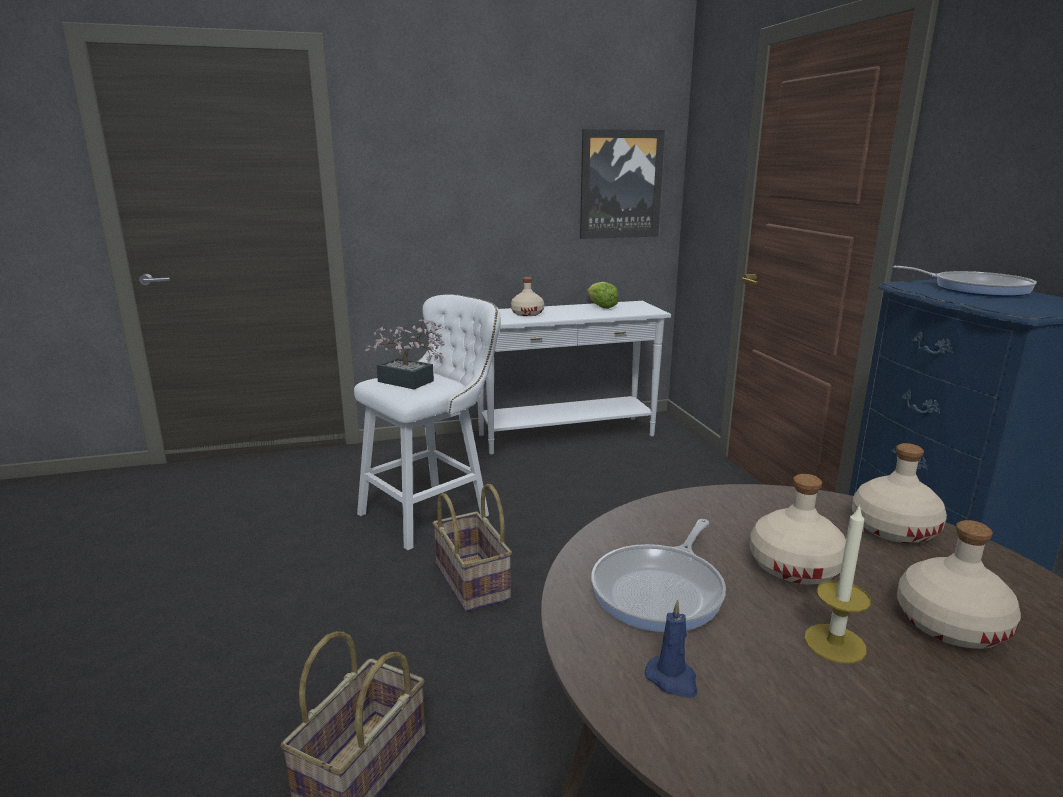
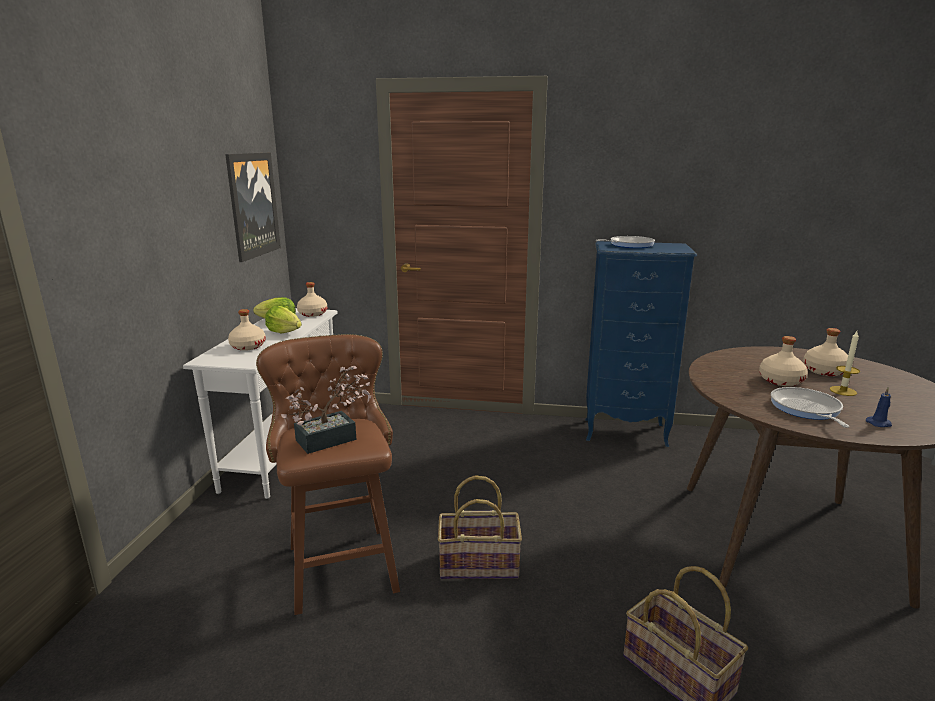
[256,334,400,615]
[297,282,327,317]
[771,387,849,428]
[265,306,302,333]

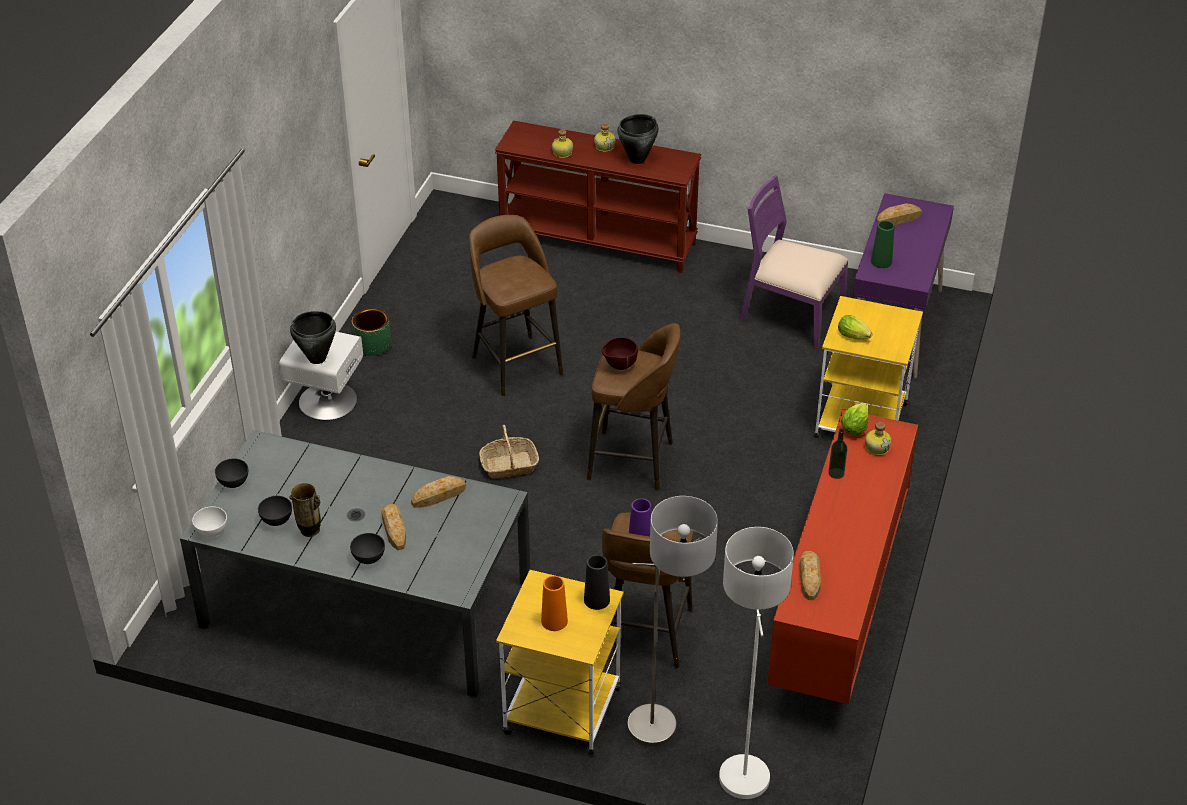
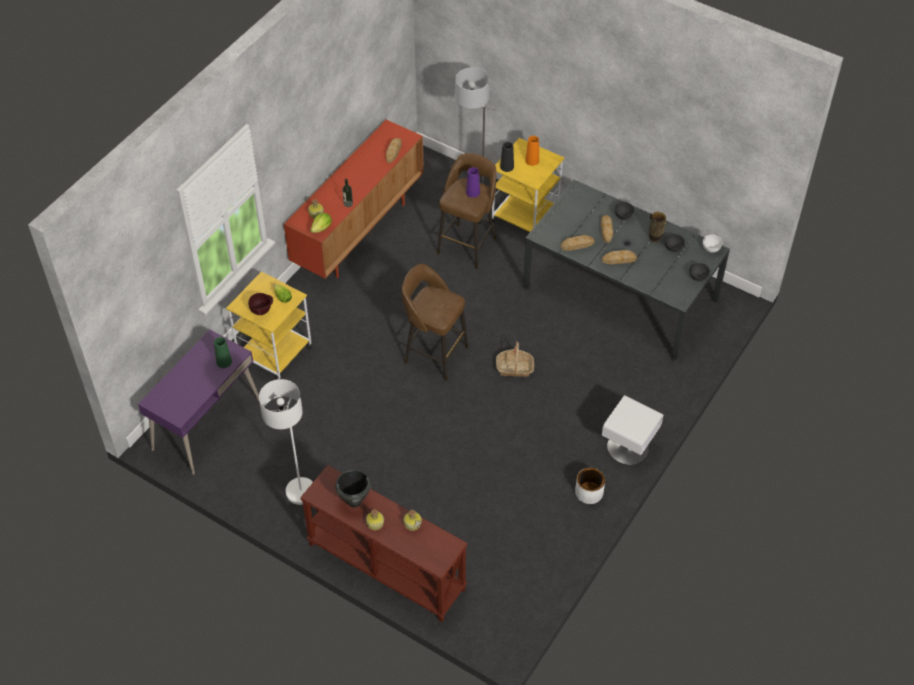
[739,175,848,349] (first image)
[602,250,637,264]
[469,215,563,396] (first image)
[575,468,605,504]
[290,311,336,364] (first image)
[248,293,273,315]
[259,379,313,505]

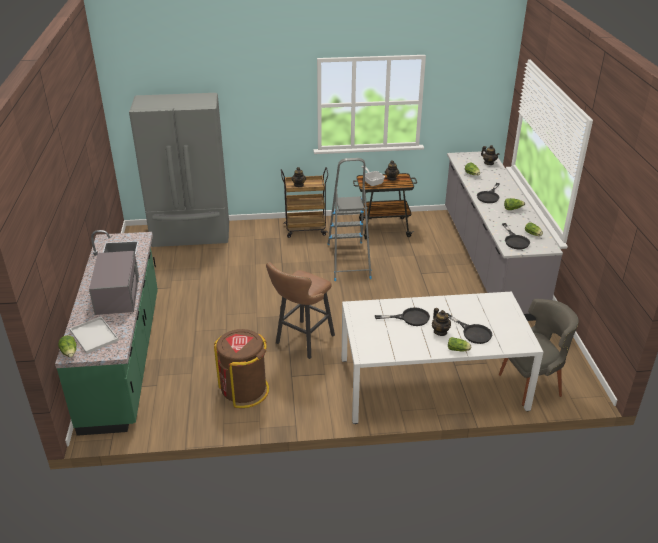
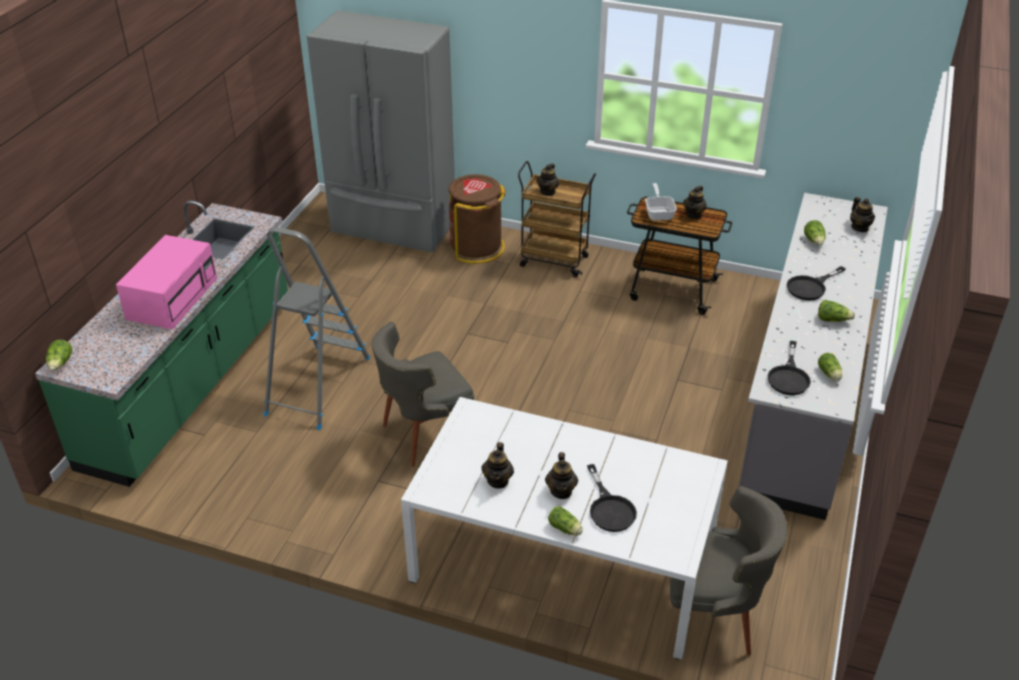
[264,227,370,430]
[116,235,217,330]
[371,321,474,467]
[375,307,430,326] (first image)
[70,317,119,354] (first image)
[449,174,506,264]
[481,442,514,489]

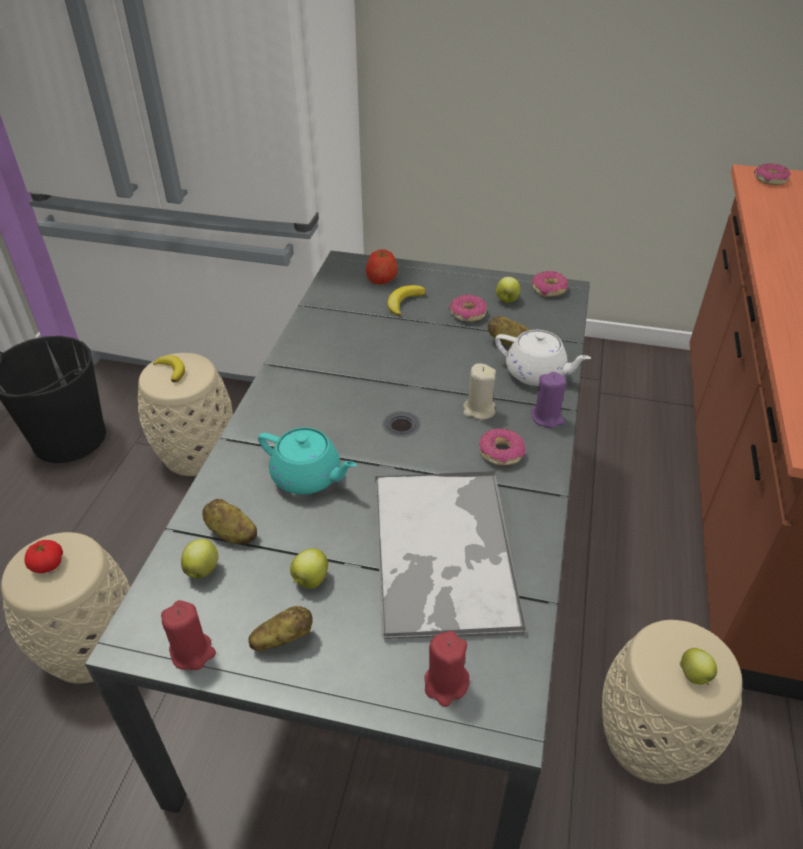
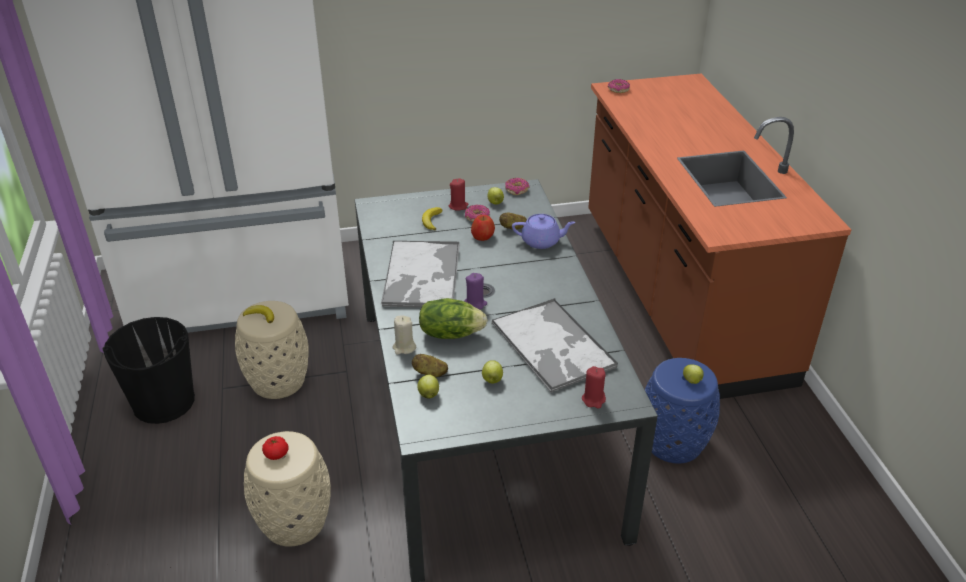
[471,215,495,241]
[512,214,575,249]
[393,315,416,355]
[464,273,487,310]
[419,298,488,339]
[479,428,525,465] (first image)
[449,179,468,211]
[249,606,313,651] (first image)
[645,358,720,464]
[381,240,460,308]

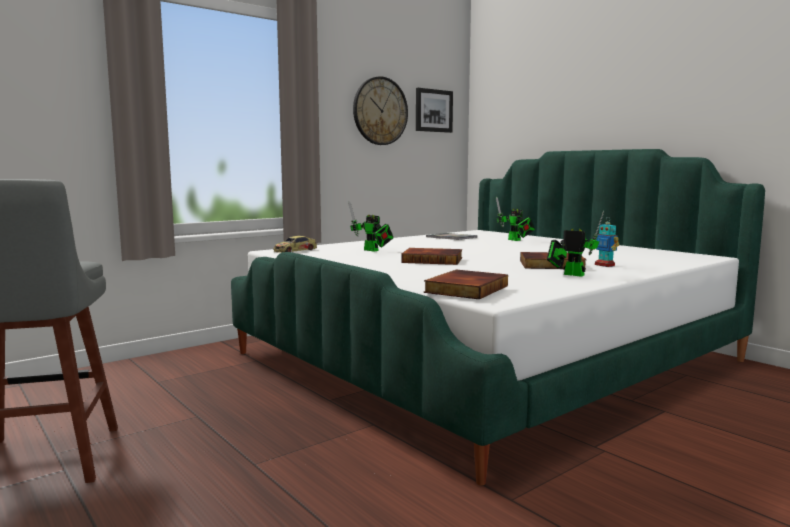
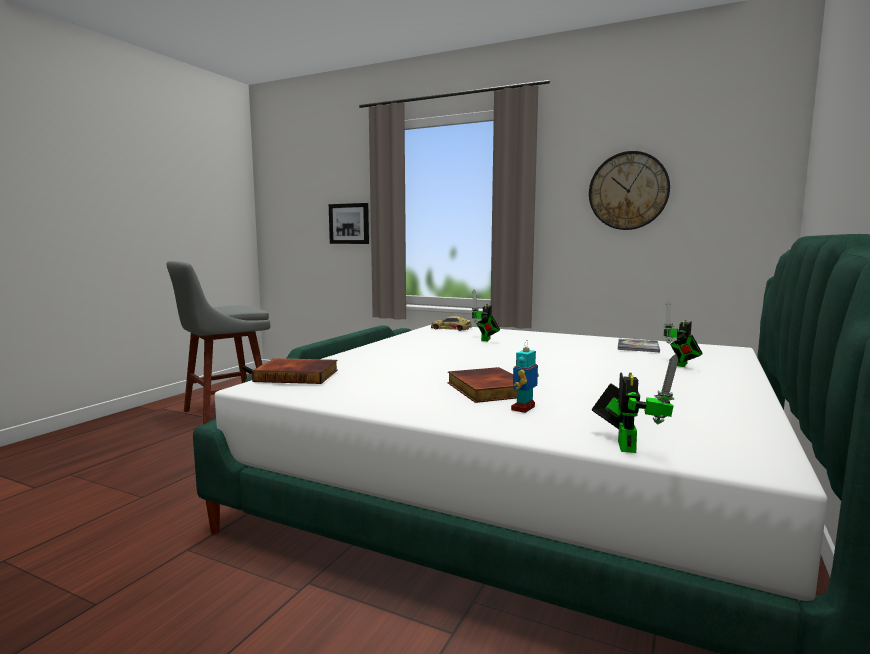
[329,203,369,244]
[592,354,679,453]
[401,248,462,265] (first image)

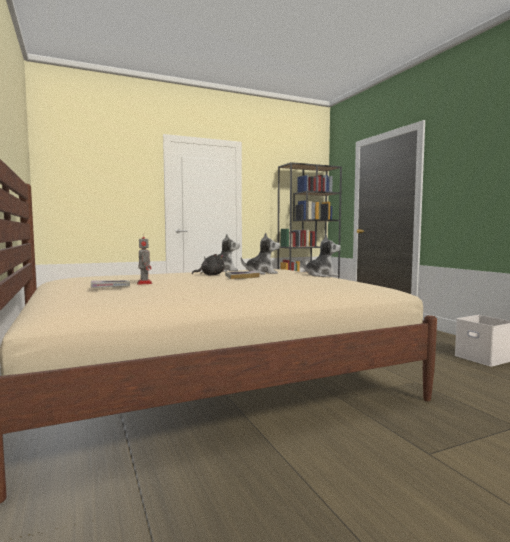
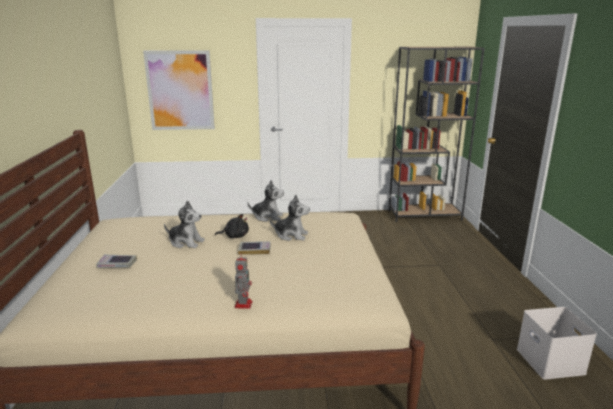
[235,254,252,309]
[164,200,205,248]
[143,50,215,130]

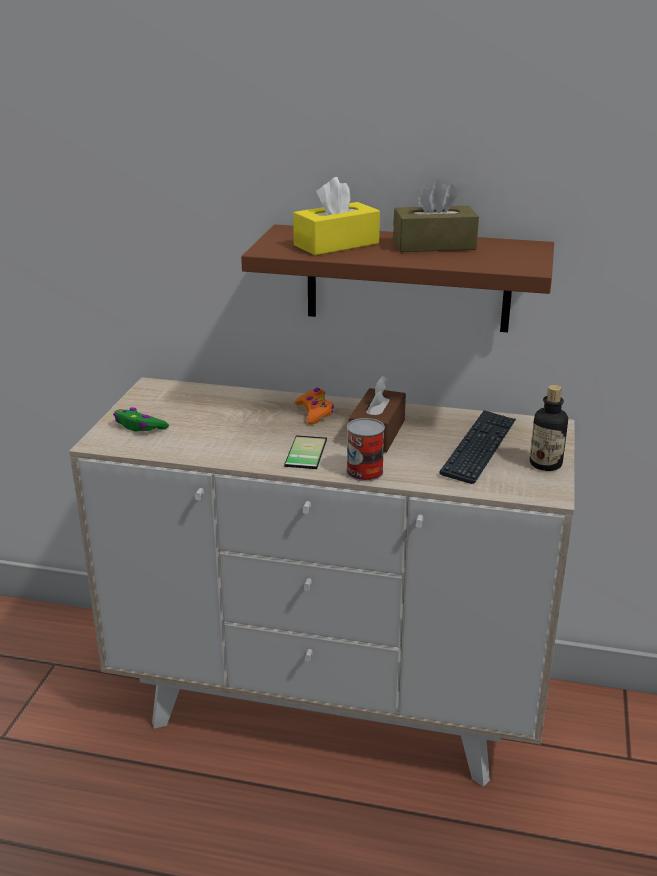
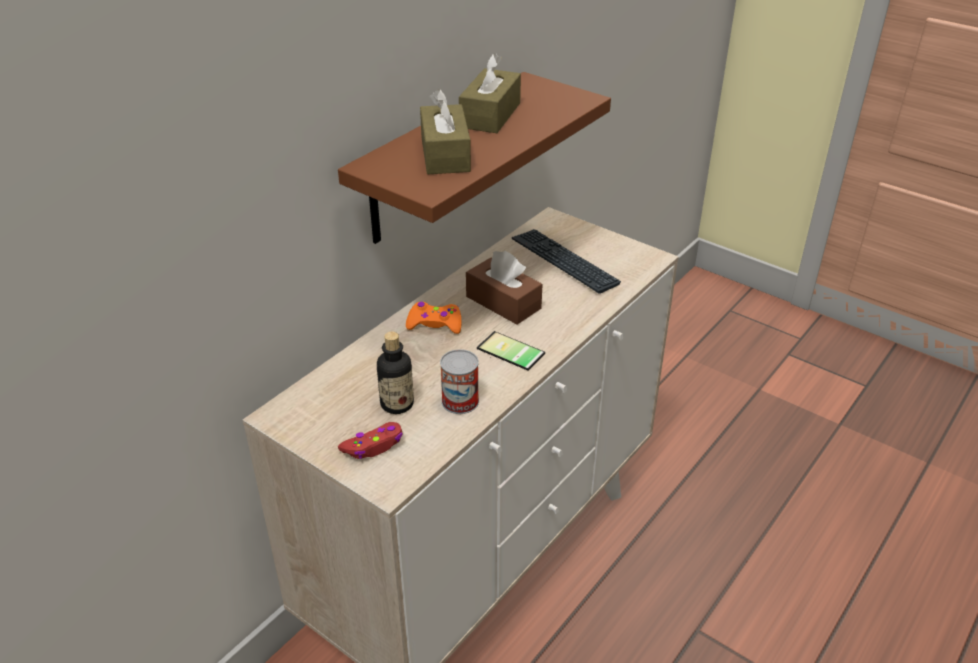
[420,89,471,174]
[377,331,414,414]
[338,422,402,459]
[440,349,479,414]

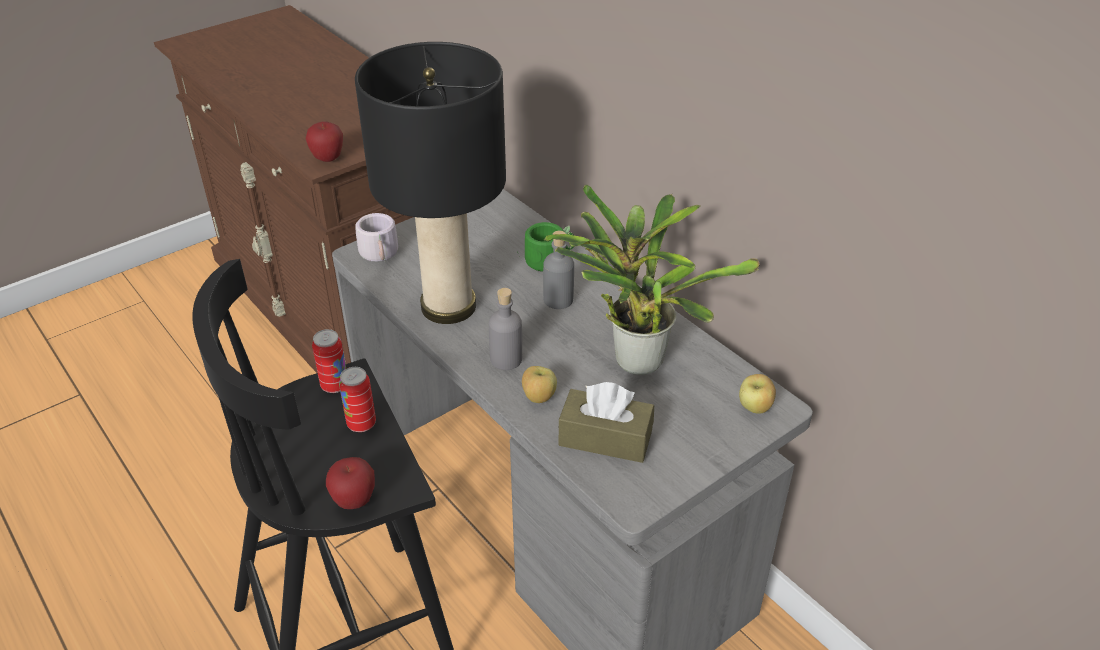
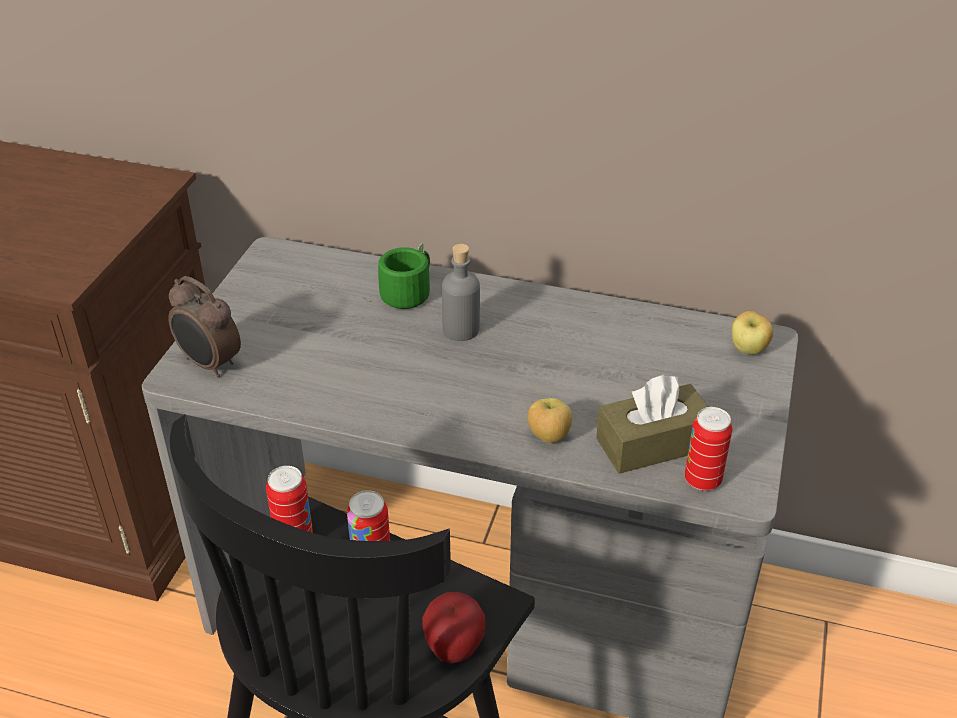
[355,42,506,324] (first image)
[306,122,343,162] (first image)
[544,185,760,375] (first image)
[168,276,241,378]
[489,288,522,370] (first image)
[685,407,732,491]

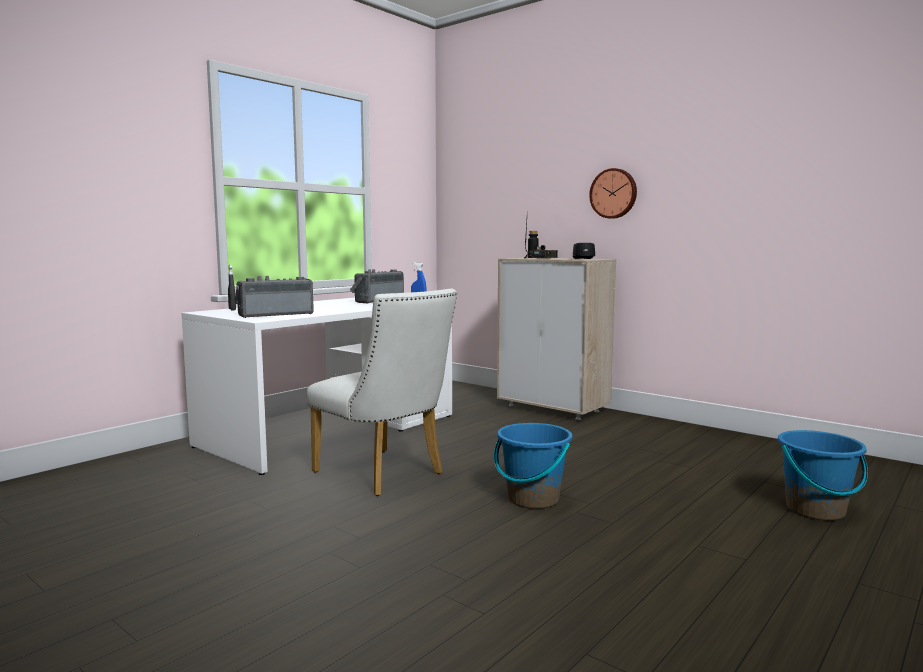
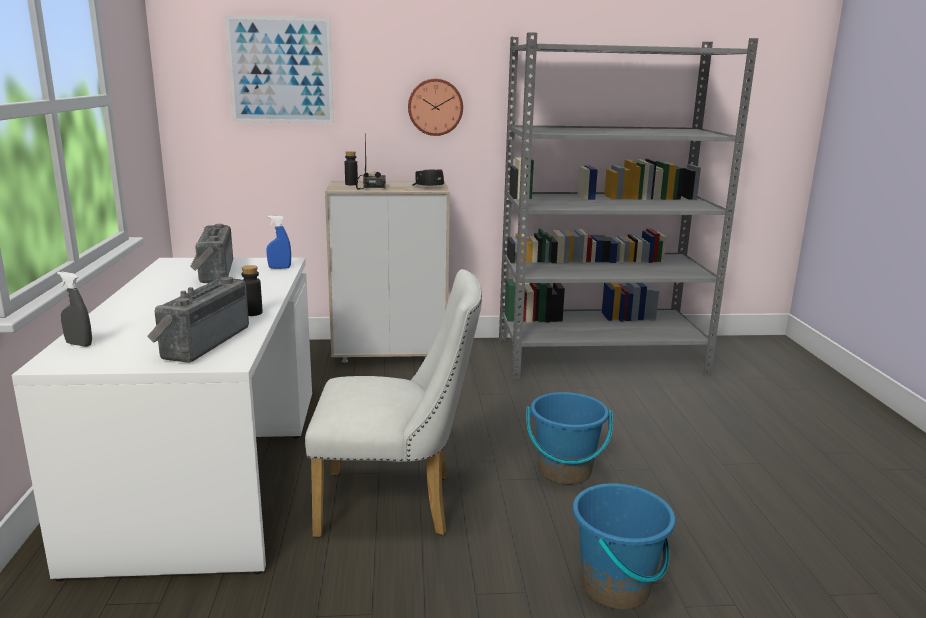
[573,483,675,610]
[225,15,334,123]
[499,32,758,378]
[241,265,263,316]

